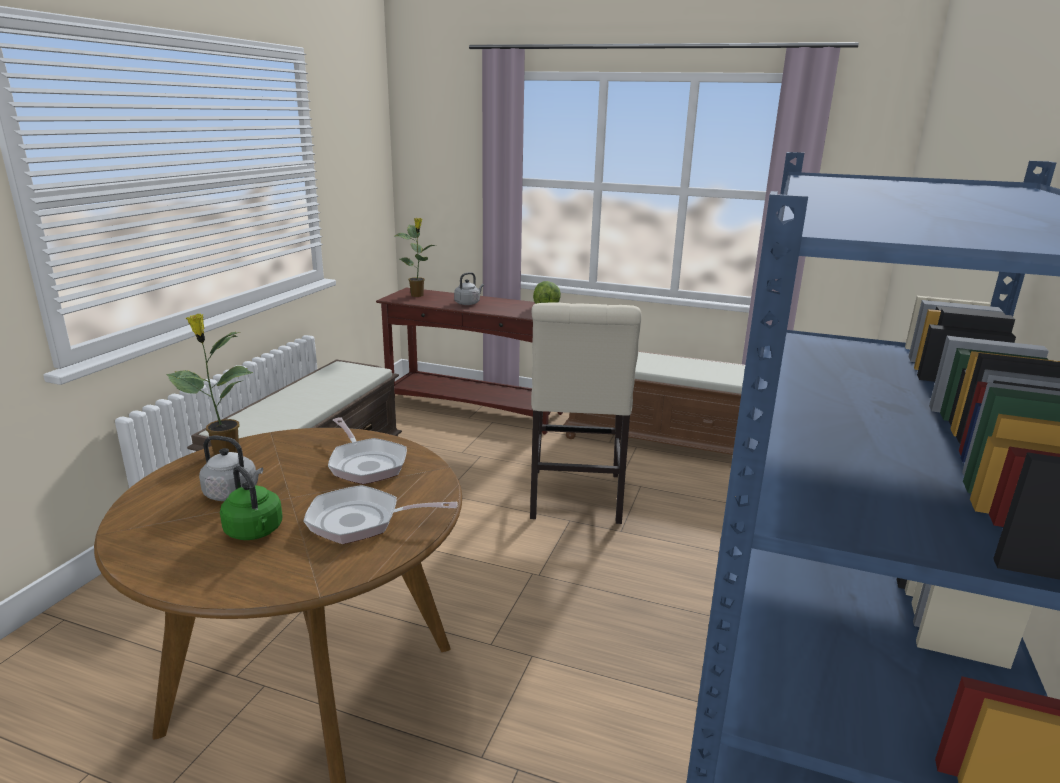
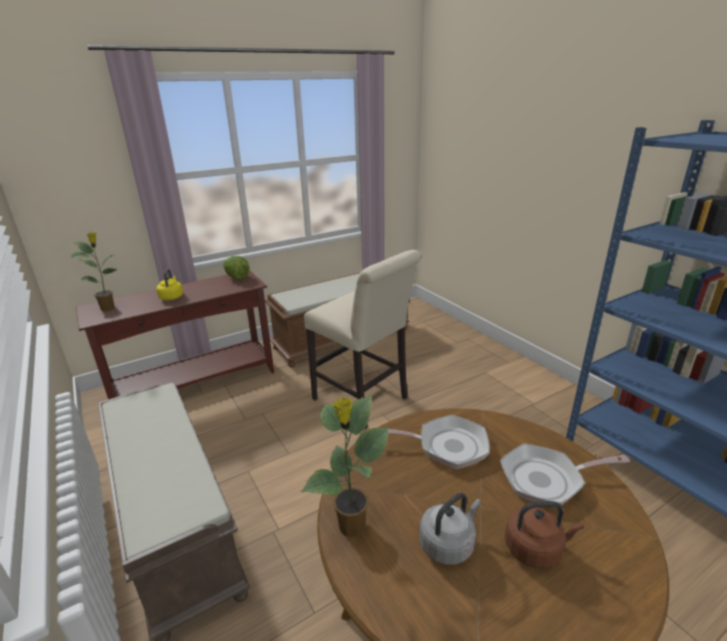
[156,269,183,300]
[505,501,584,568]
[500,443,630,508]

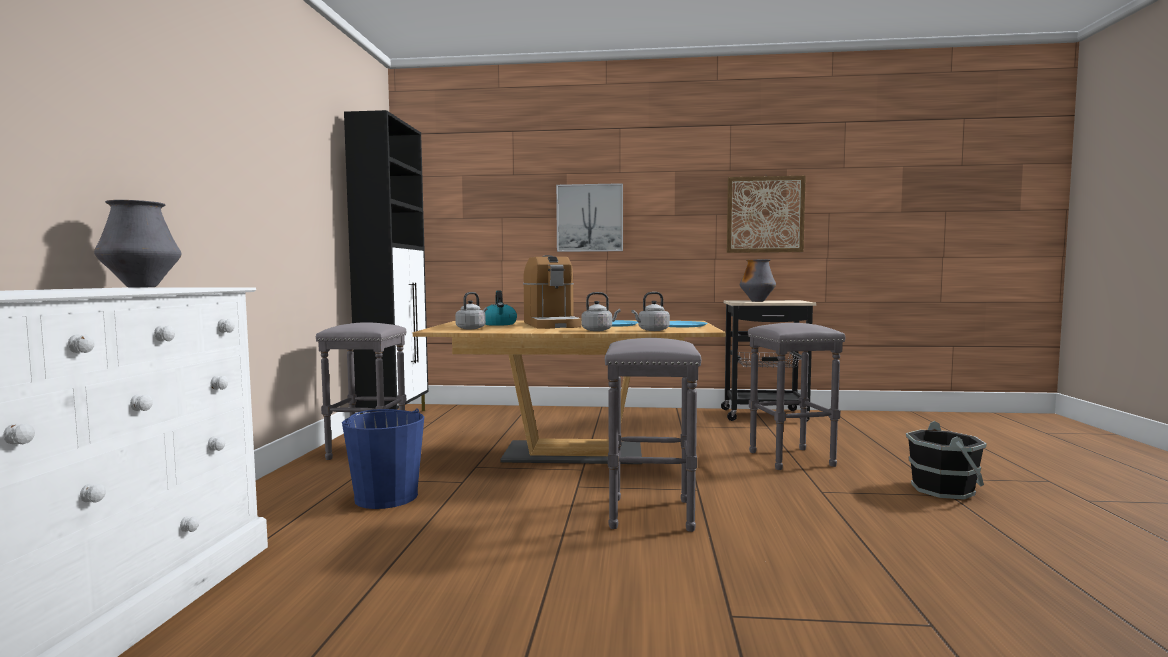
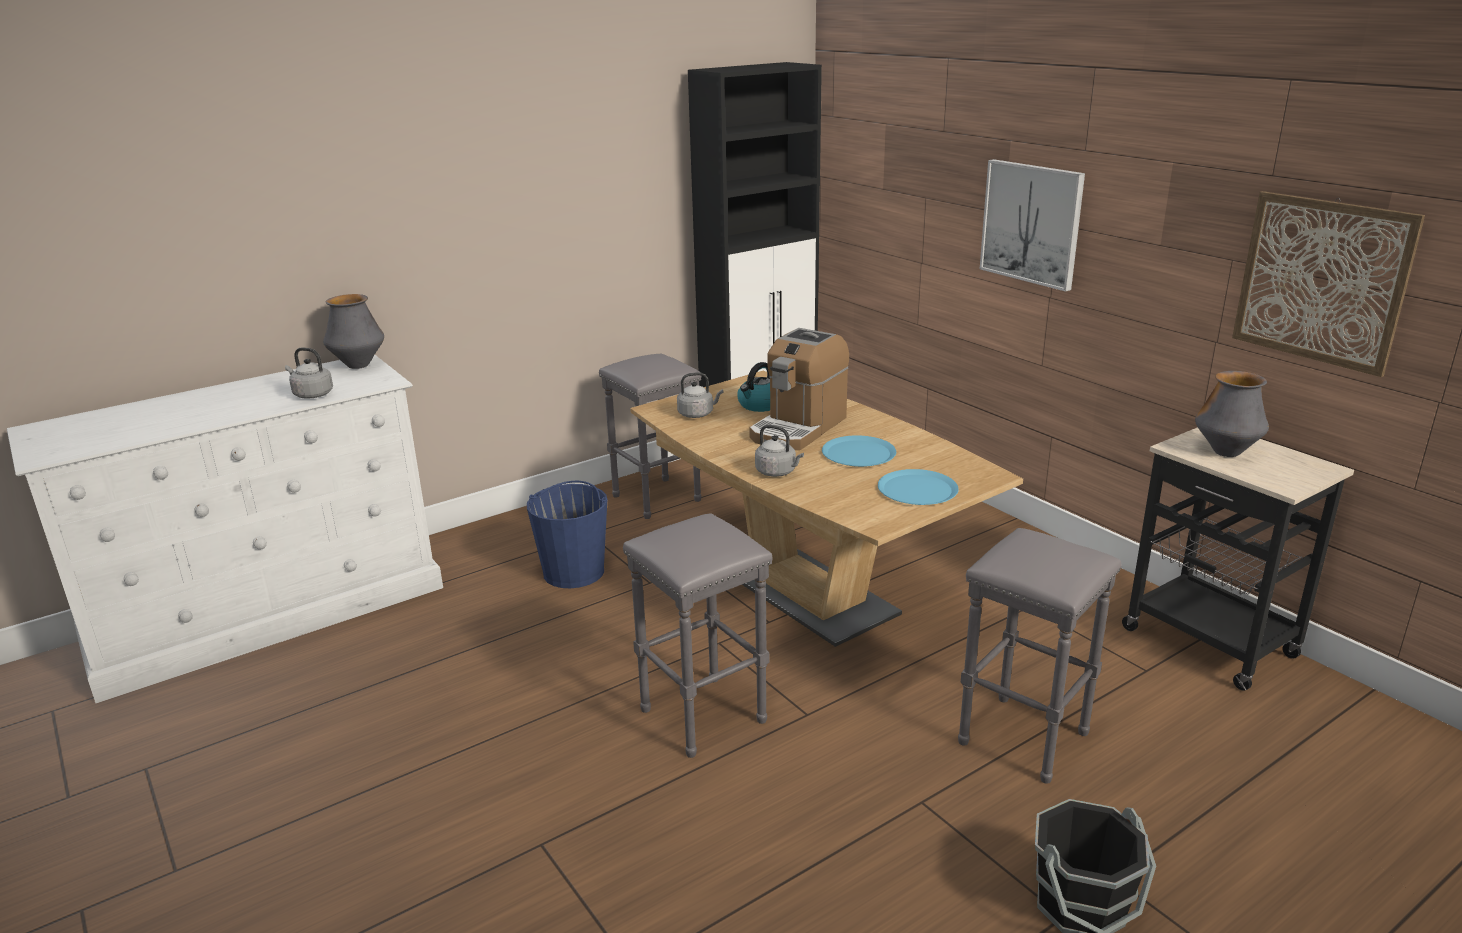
[285,348,333,399]

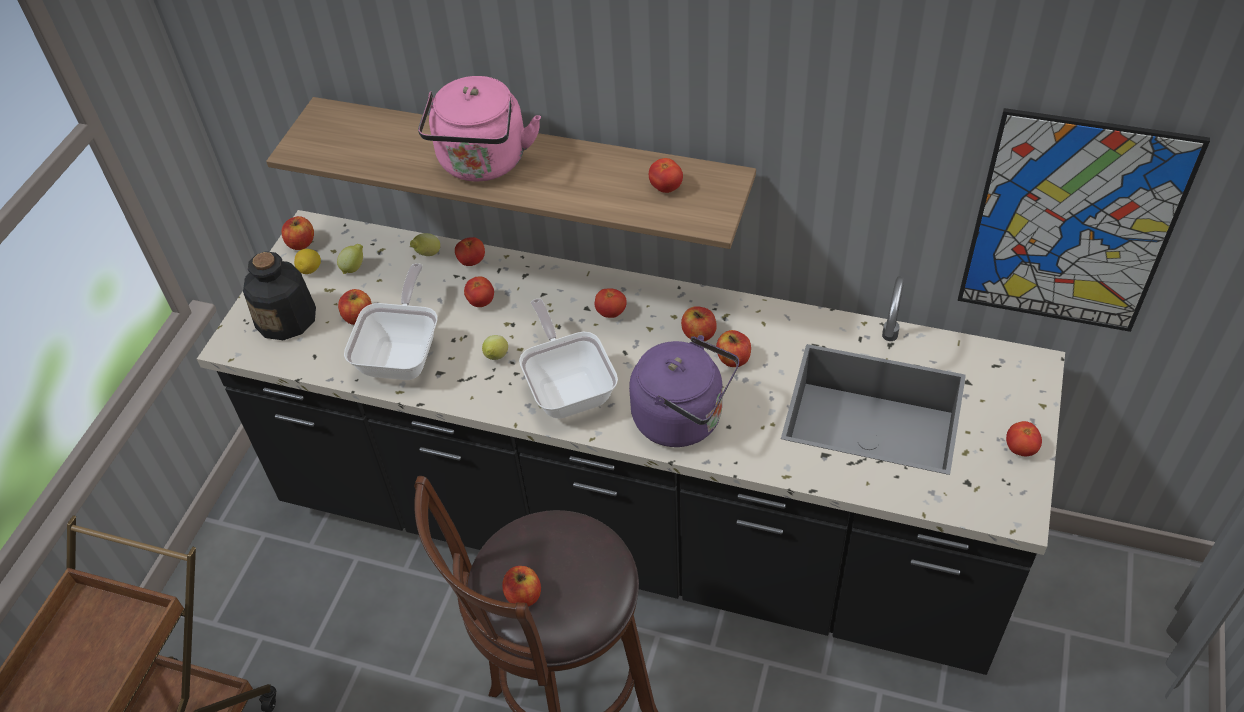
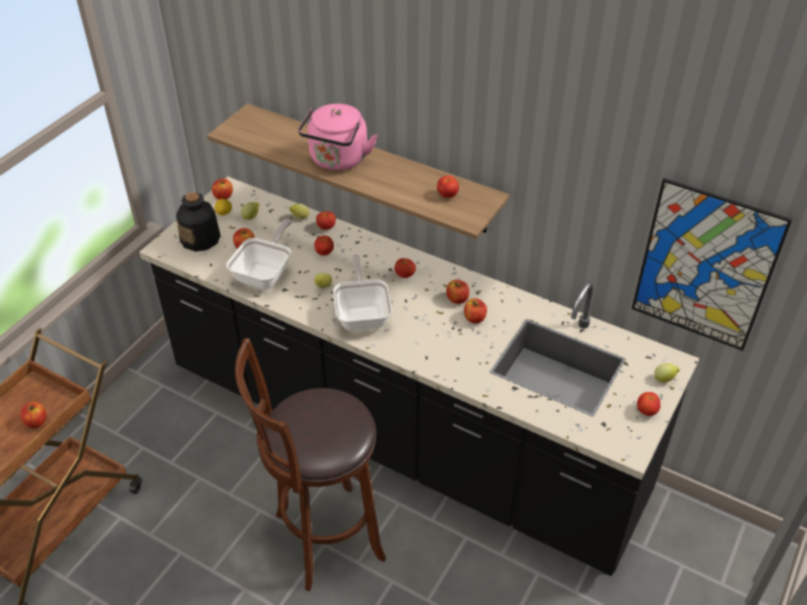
[629,335,739,447] (first image)
[20,402,46,428]
[654,363,680,383]

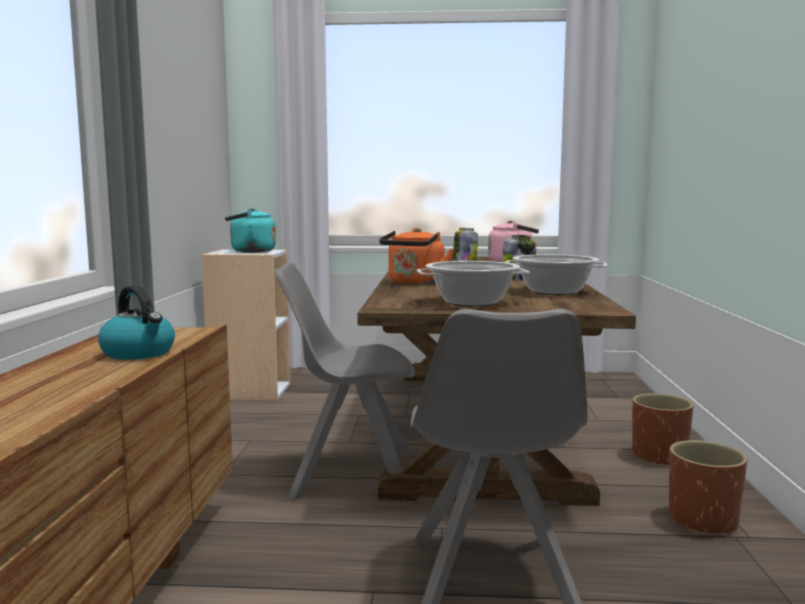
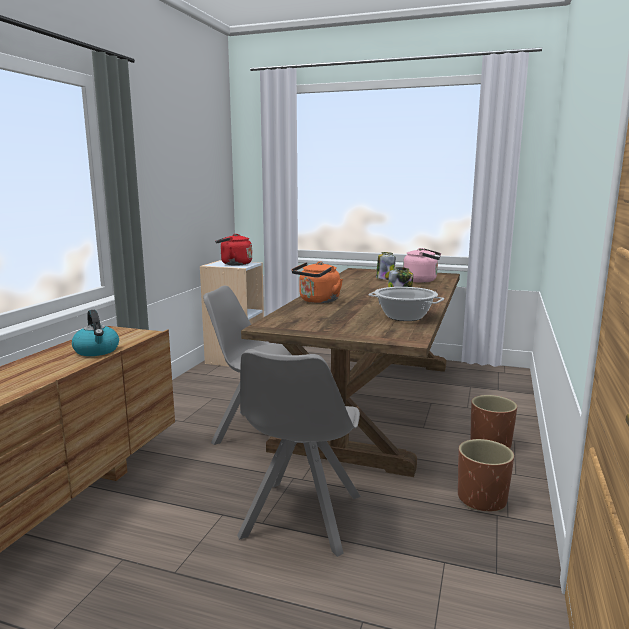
[215,234,252,266]
[417,261,530,307] (first image)

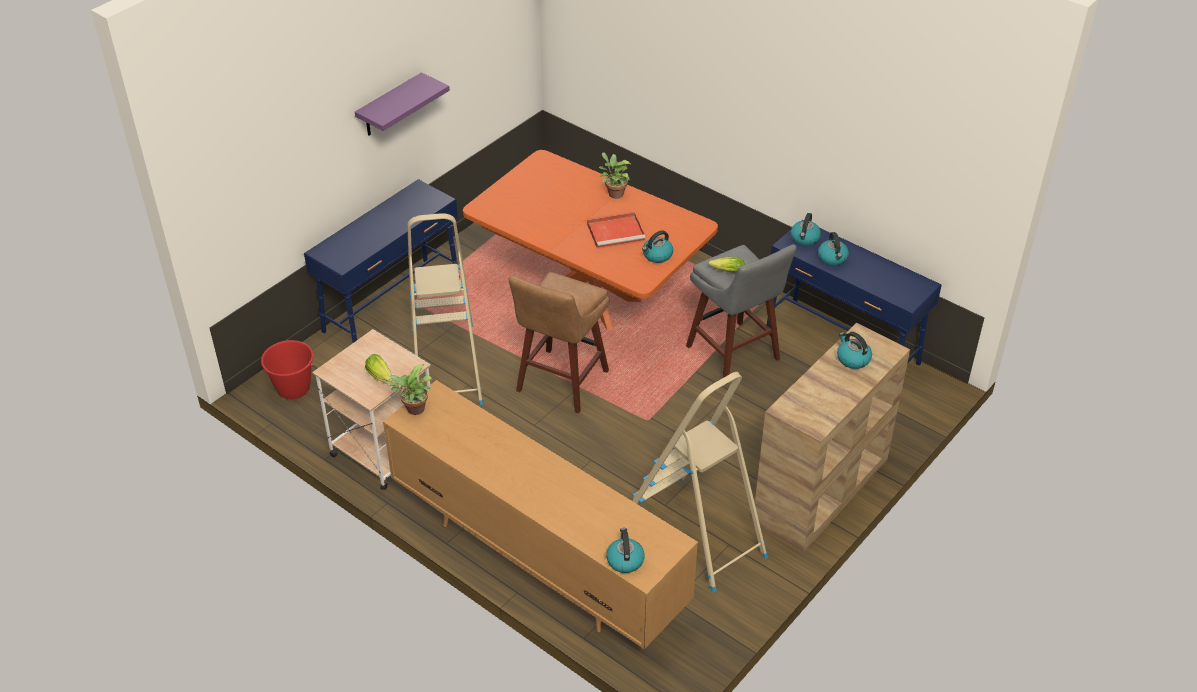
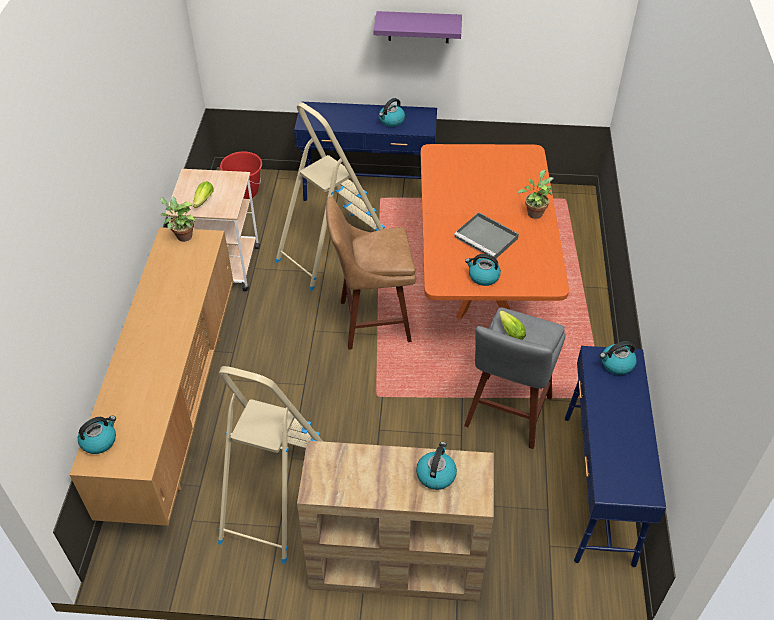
[454,212,519,258]
[379,98,405,127]

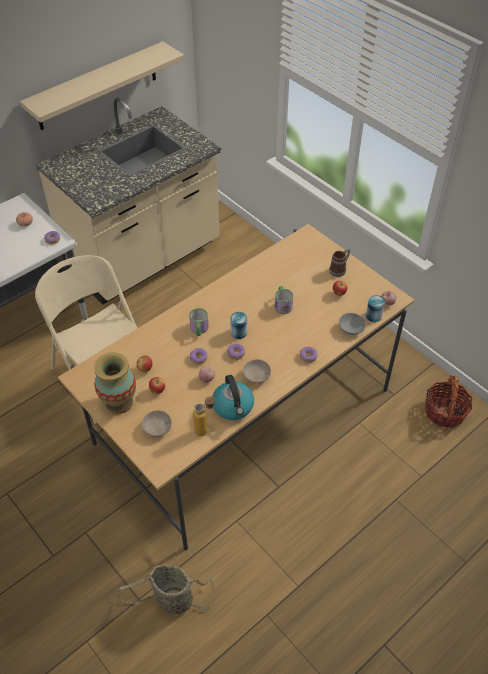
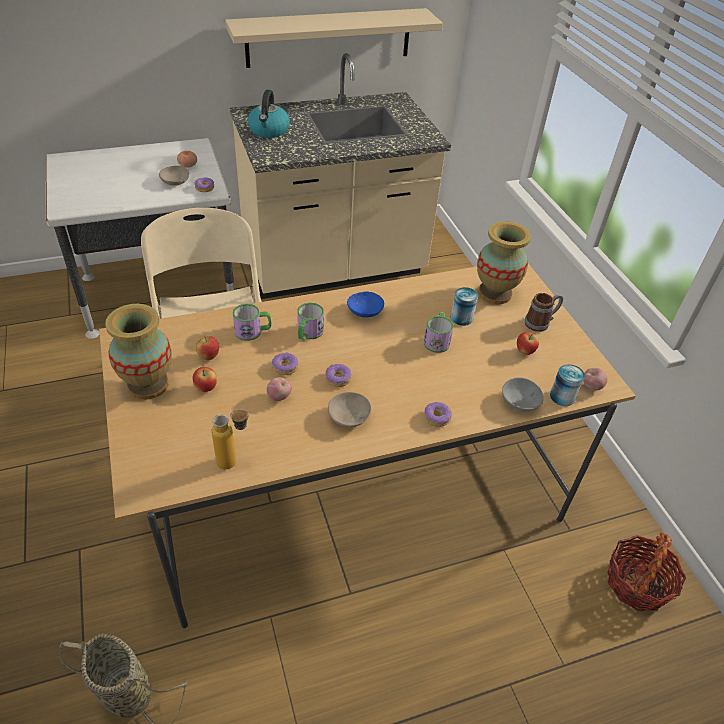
[451,287,478,326]
[247,90,290,138]
[159,166,190,186]
[477,221,531,304]
[347,291,384,318]
[233,304,271,341]

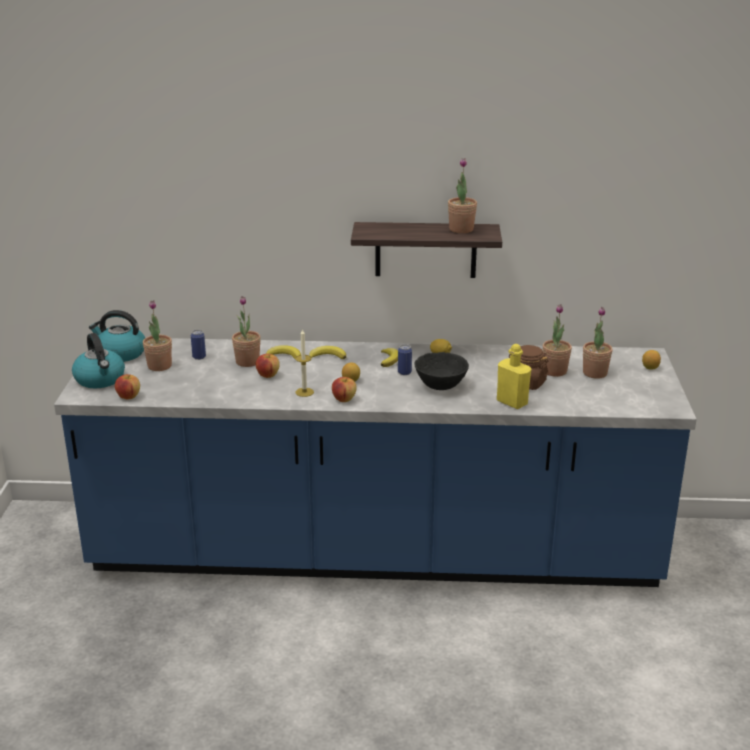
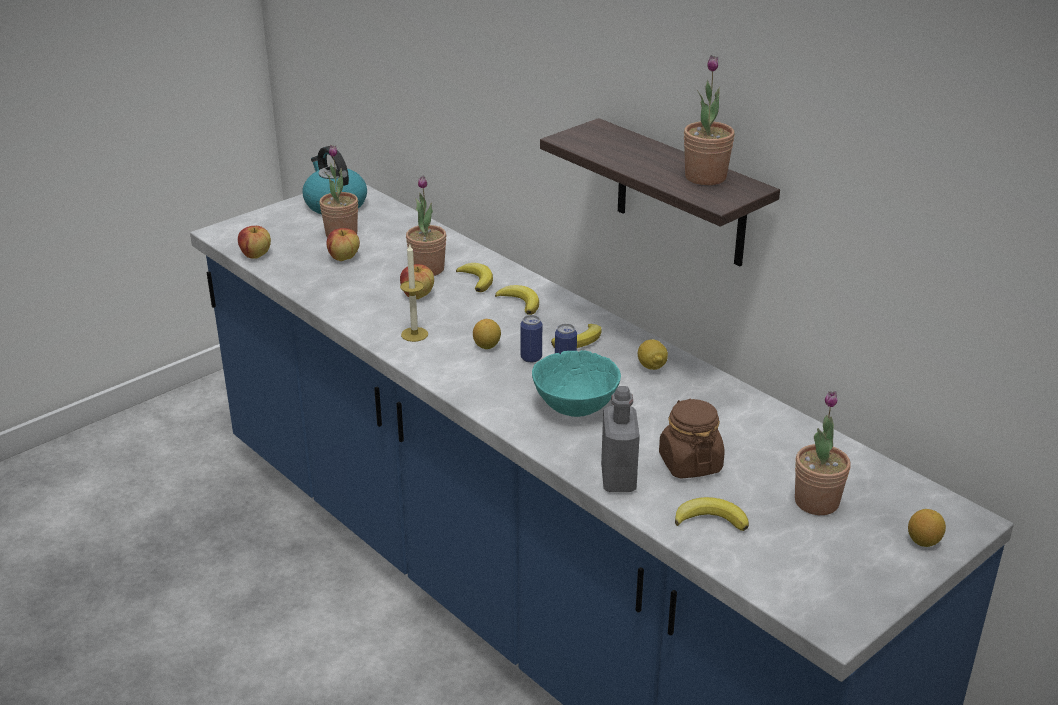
[542,304,572,377] (first image)
[520,315,542,363]
[72,333,125,388] (first image)
[601,386,640,492]
[532,350,621,417]
[326,228,360,261]
[675,497,749,531]

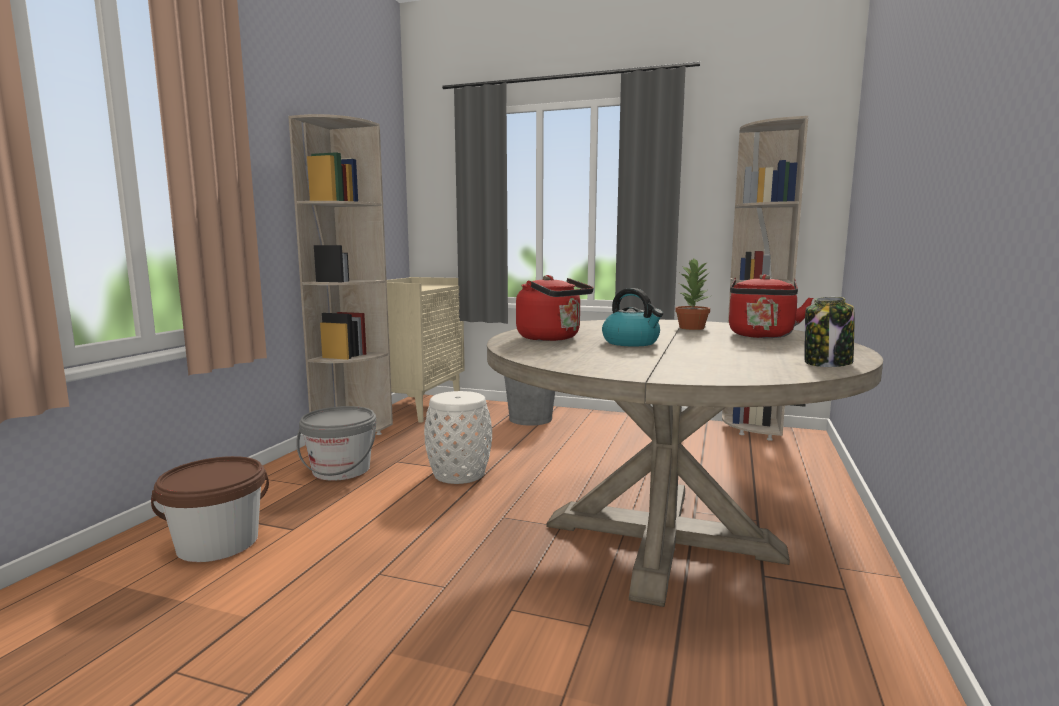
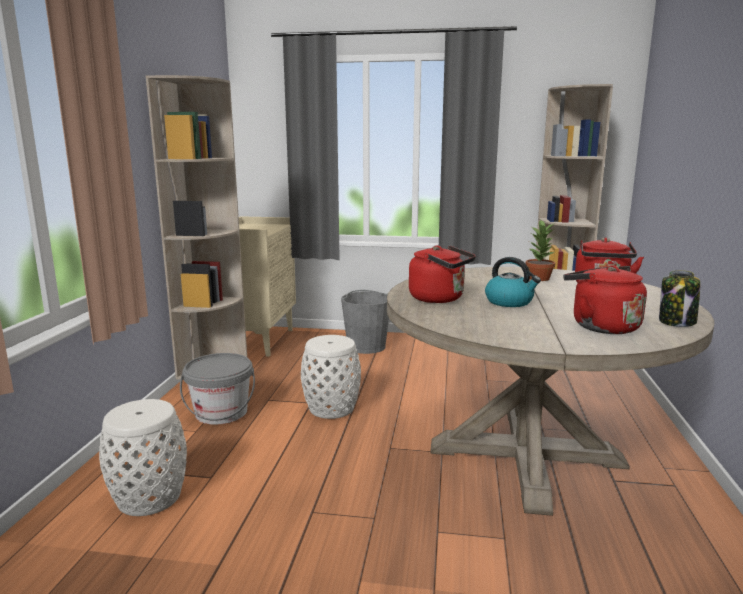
[99,399,187,516]
[563,265,647,334]

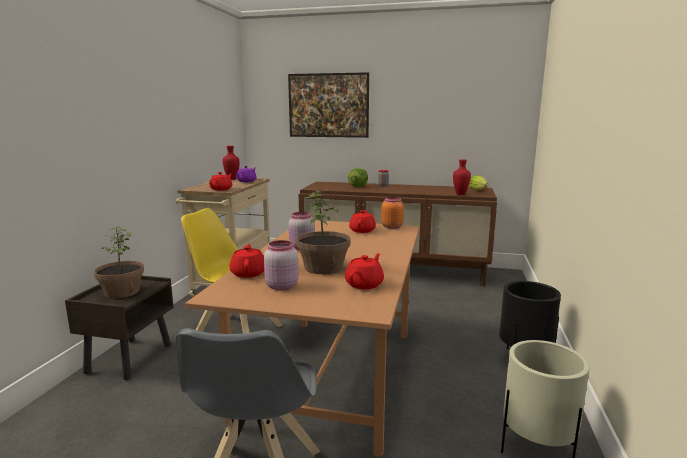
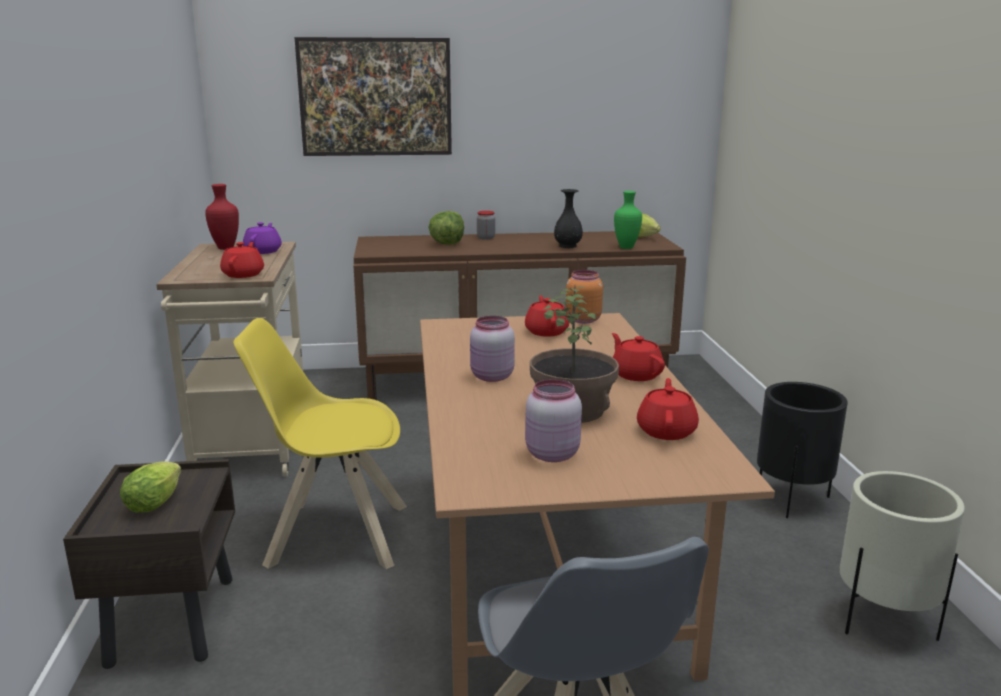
[614,191,642,249]
[120,461,181,513]
[612,333,665,381]
[554,189,583,248]

